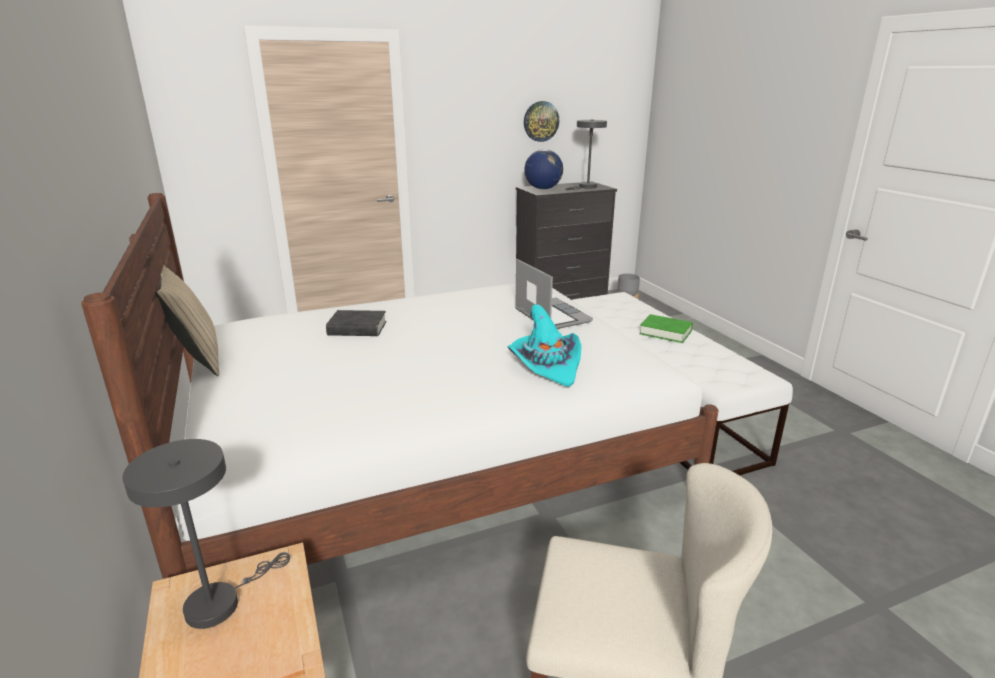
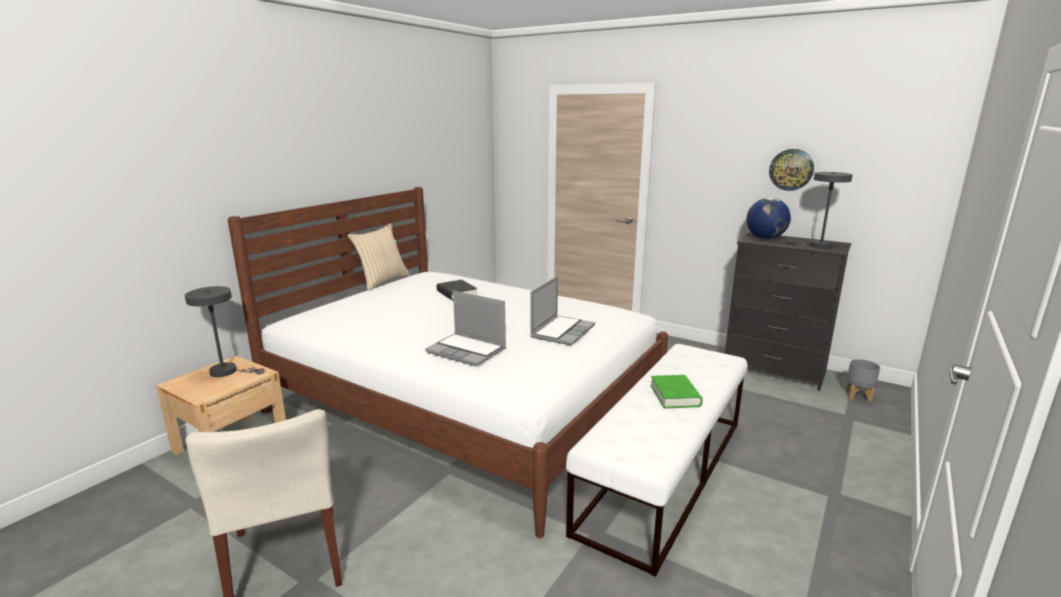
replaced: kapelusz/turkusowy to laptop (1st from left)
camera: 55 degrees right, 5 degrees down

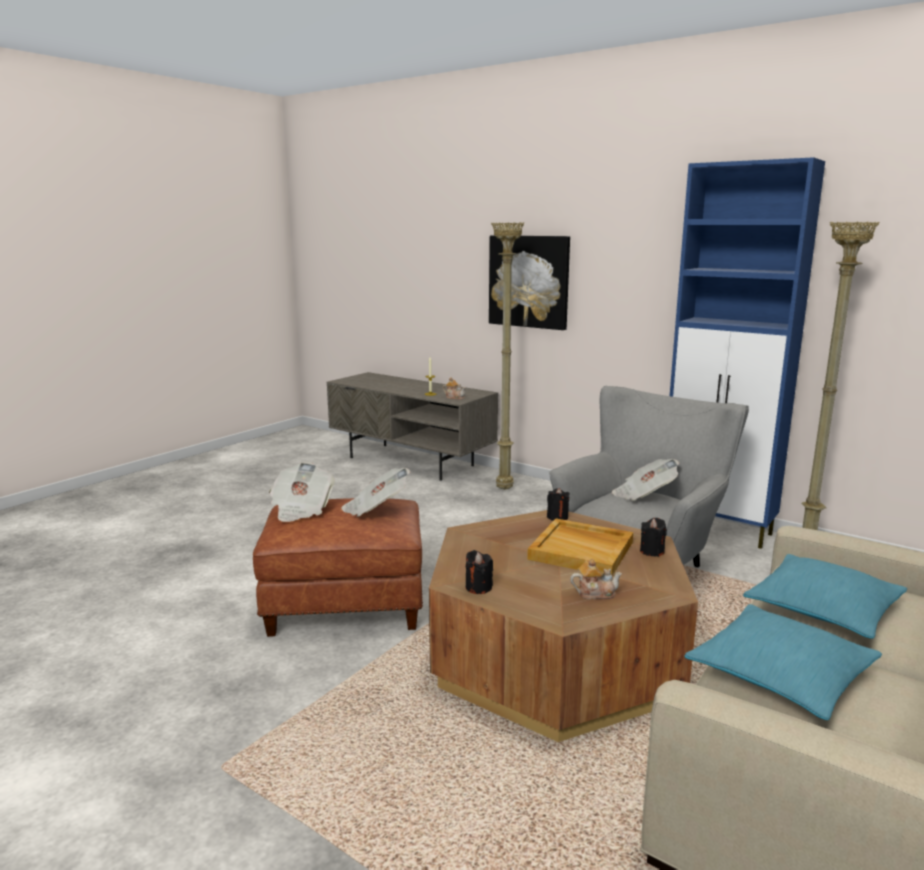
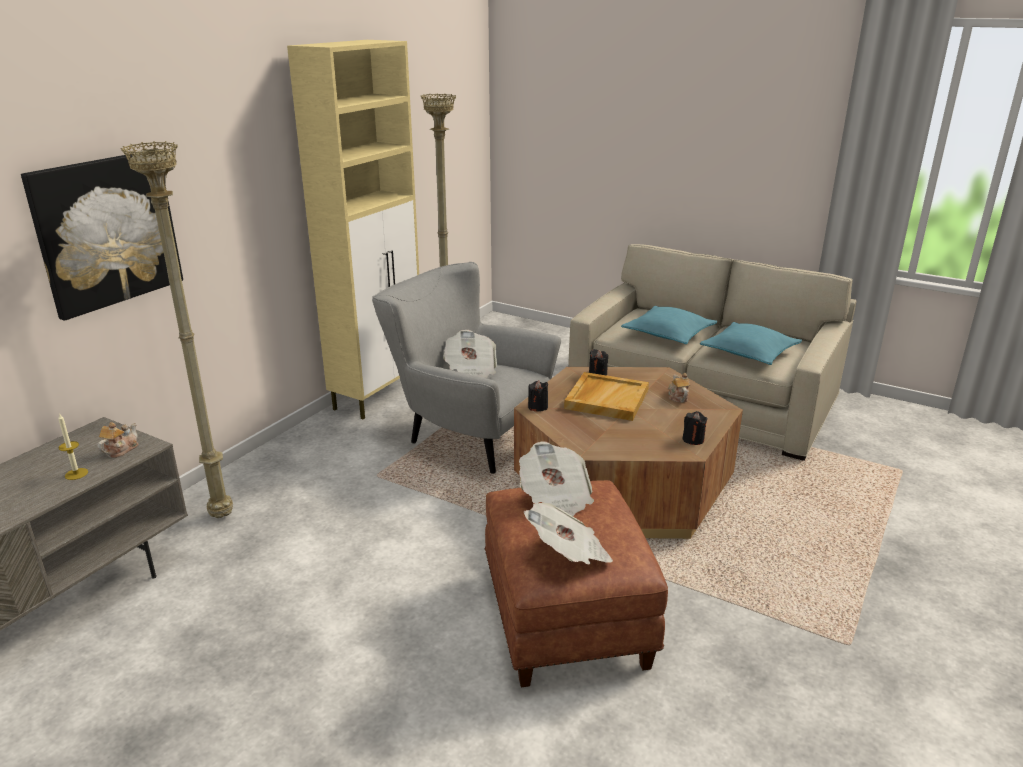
recoloured: szafka/niebieski to szafka/beżowy
camera: 95 degrees left, 10 degrees up

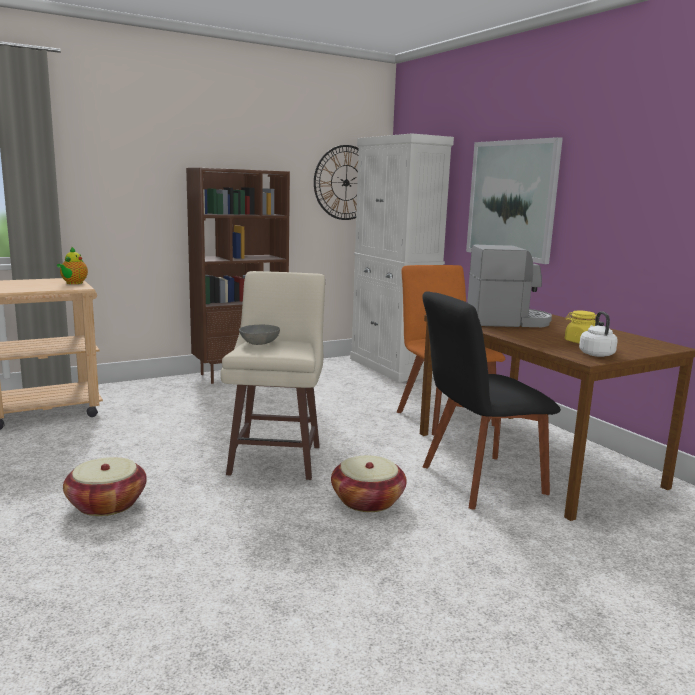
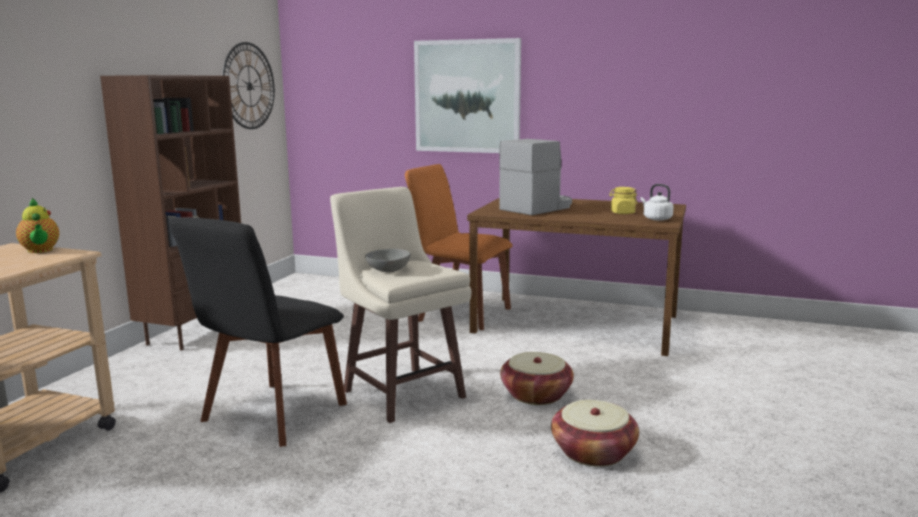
removed: szafka/biały
moved: krzesło/czarny; koszyk (1st from left in the first image) to koszyk (2nd from left)
camera: 40 degrees left, 0 degrees up

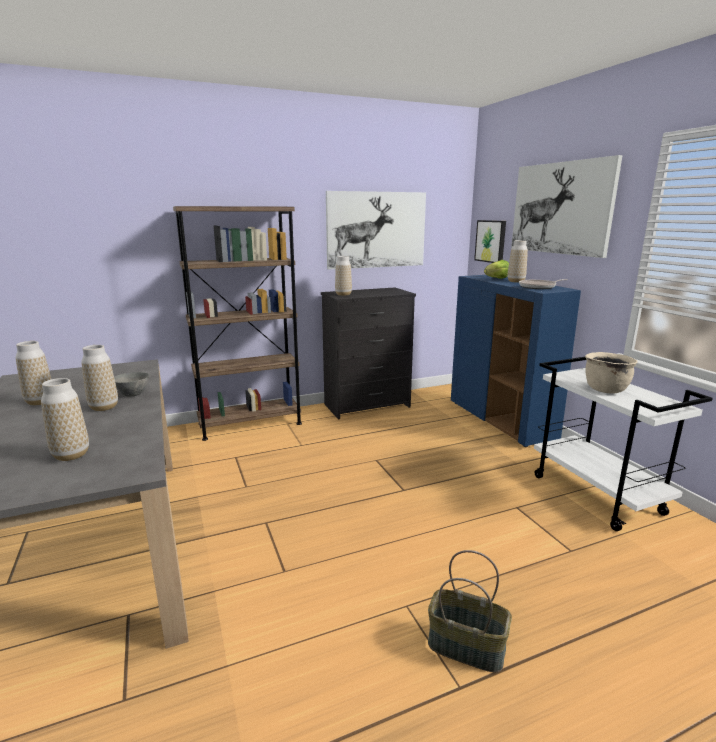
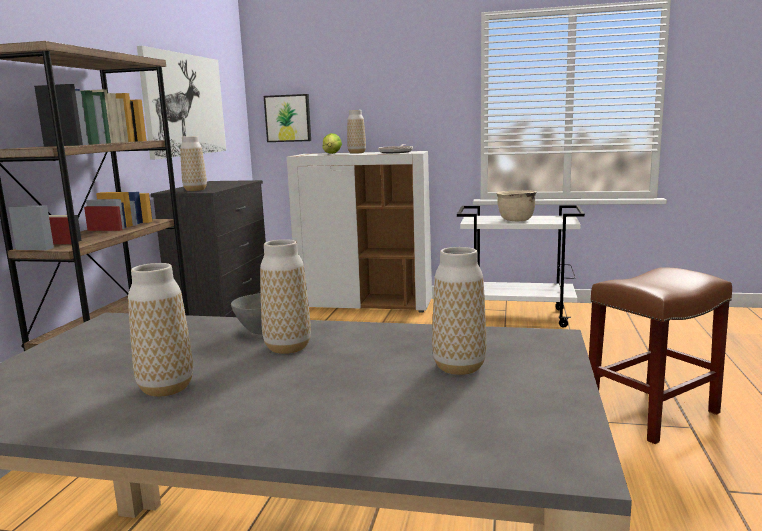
removed: obraz (3rd from left)
replaced: koszyk to stołek/brązowy
recoloured: szafka/niebieski to szafka/biały
camera: 55 degrees left, 5 degrees down

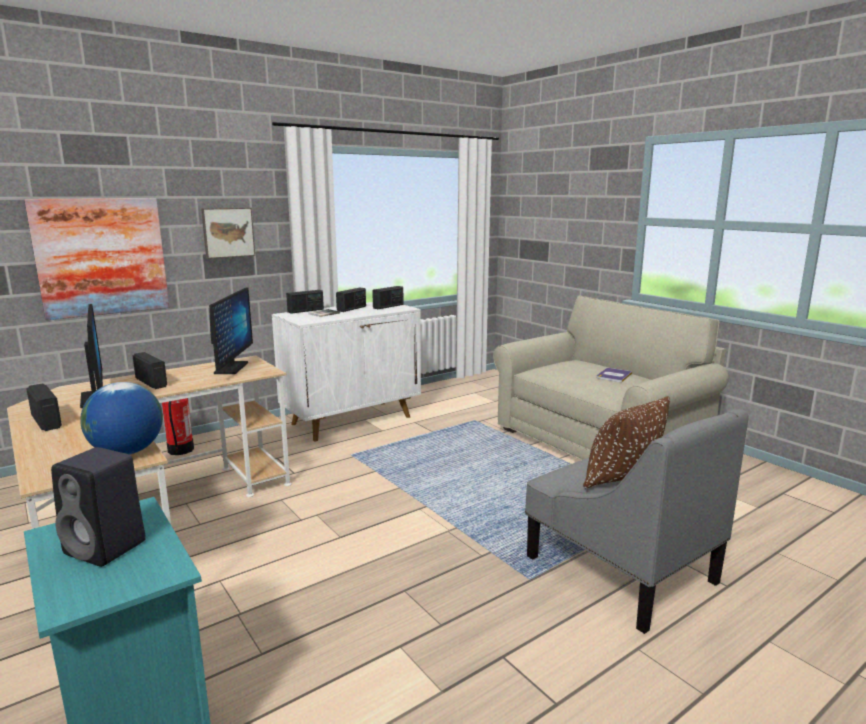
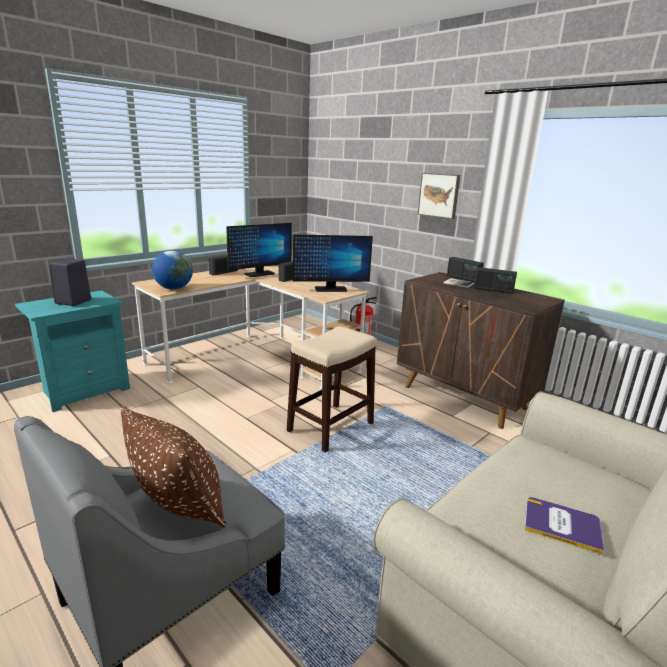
removed: obraz (1st from left); radio (5th from left)
added: stołek
recoloured: szafka/biały to szafka/brązowy
camera: 80 degrees right, 5 degrees up

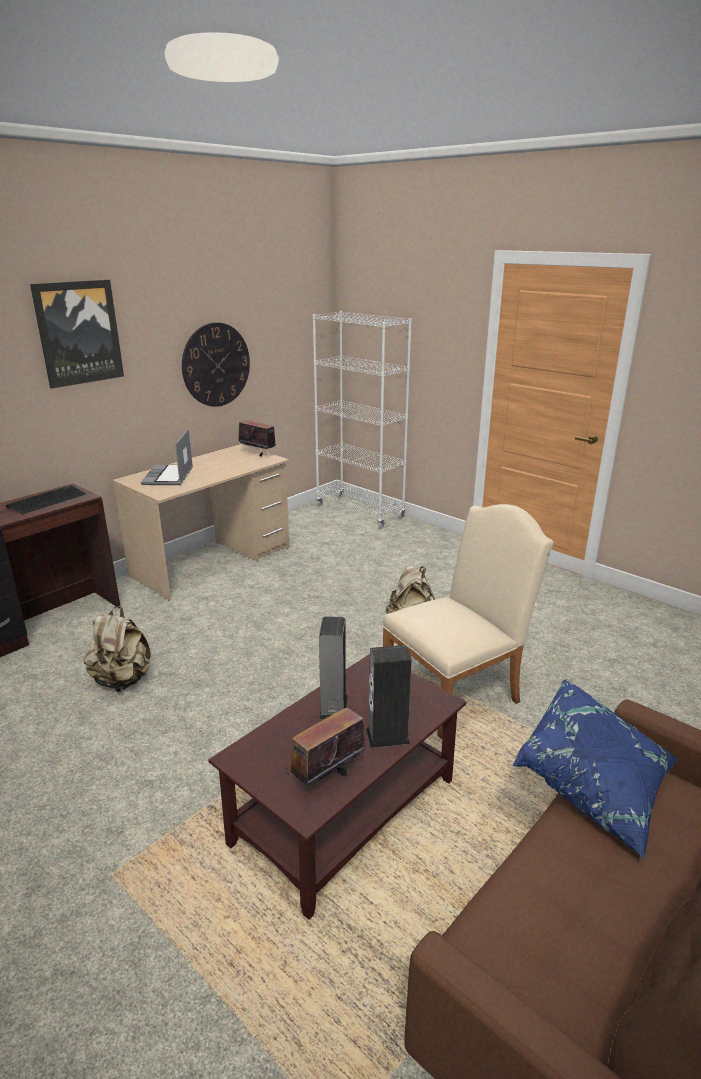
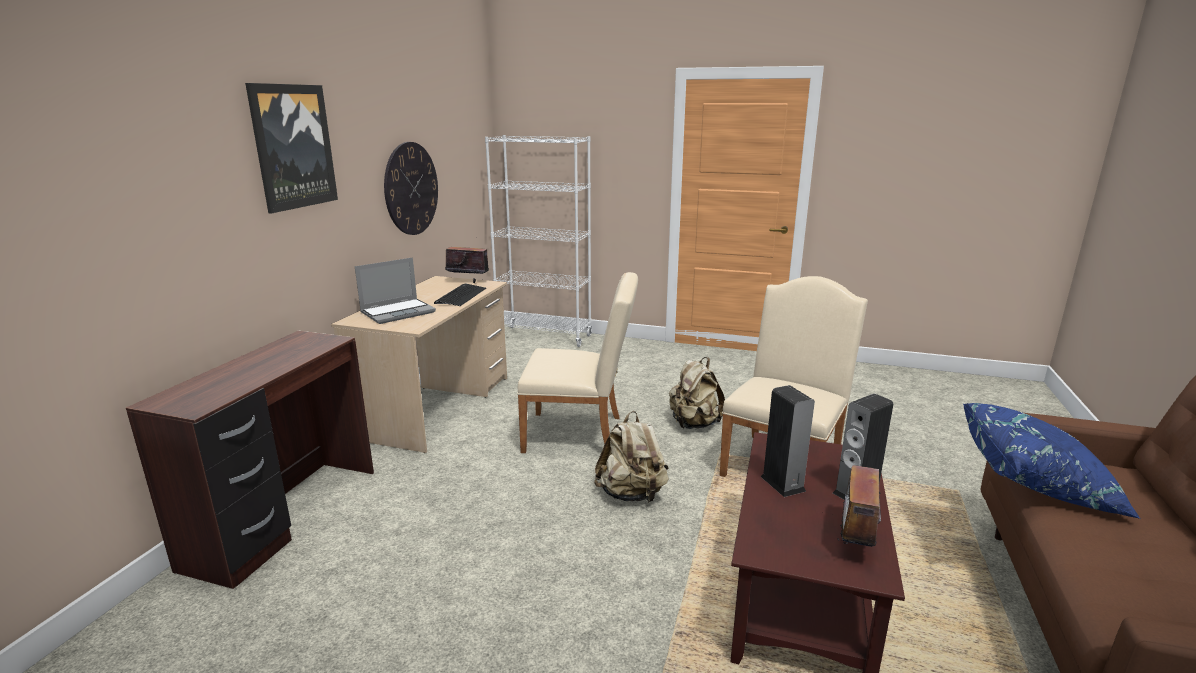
added: krzesło/beżowy (1st from left)
moved: klawiatura; plecak/beżowy (1st from left)
turned: laptop 105 degrees counterclockwise
camera: 25 degrees left, 5 degrees down

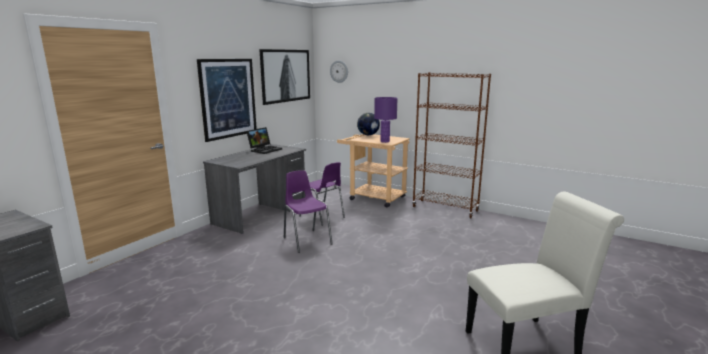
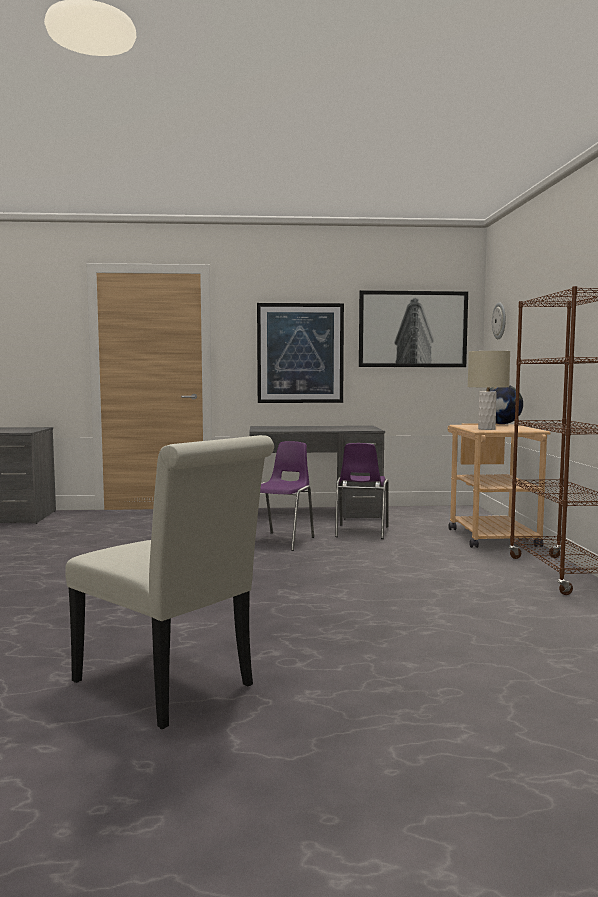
removed: laptop
recoloured: lampa stołowa/fioletowy to lampa stołowa/beżowy
camera: 55 degrees right, 10 degrees down

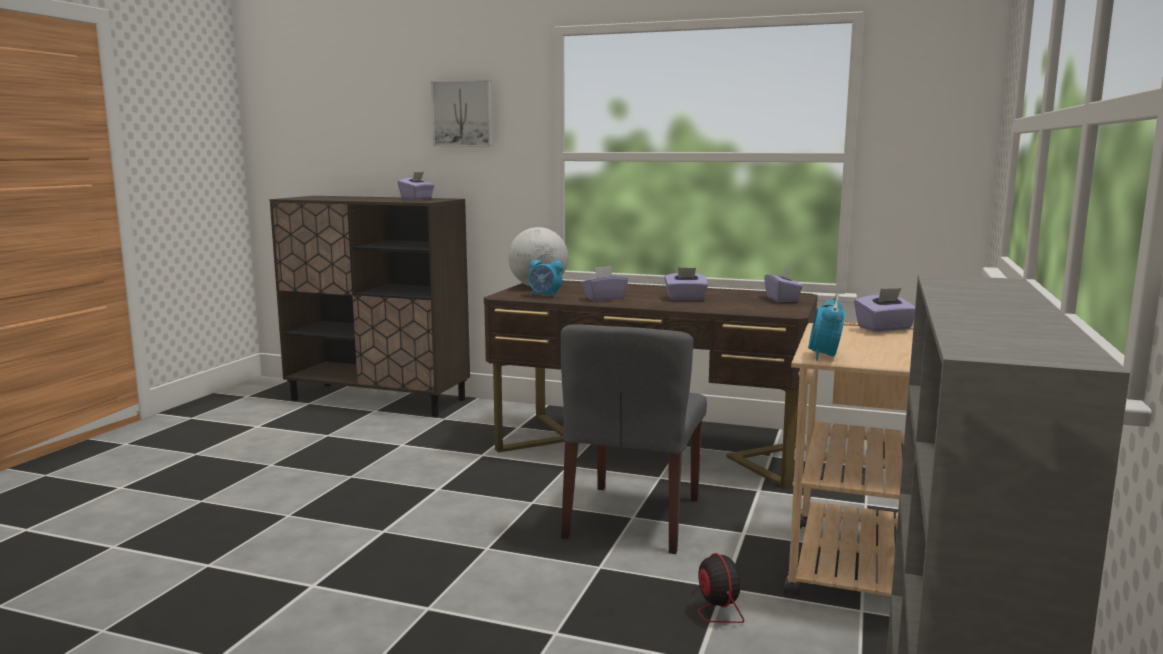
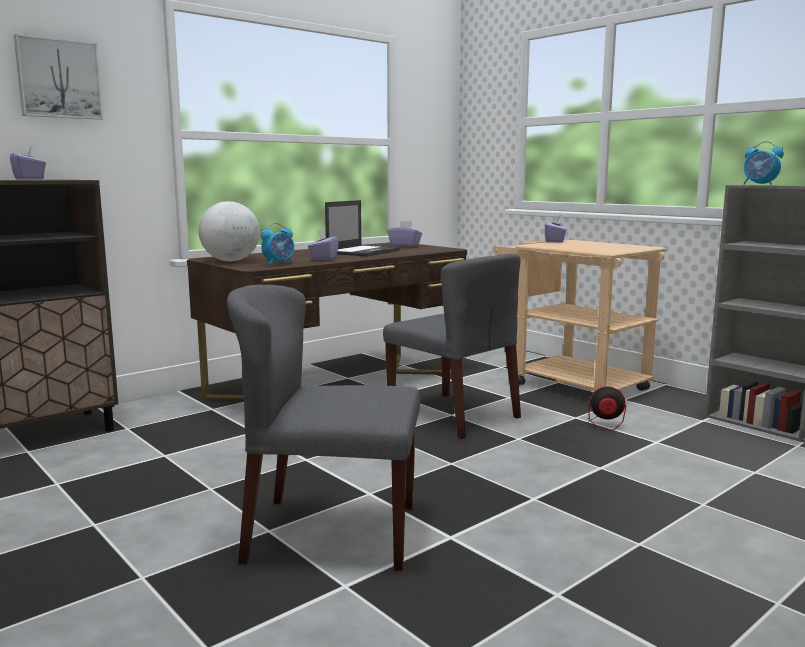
added: krzesło/szary (1st from left)
moved: budzik (2nd from left)
replaced: pudełko chusteczek/fioletowy (3rd from left) to laptop
camera: 60 degrees left, 0 degrees up

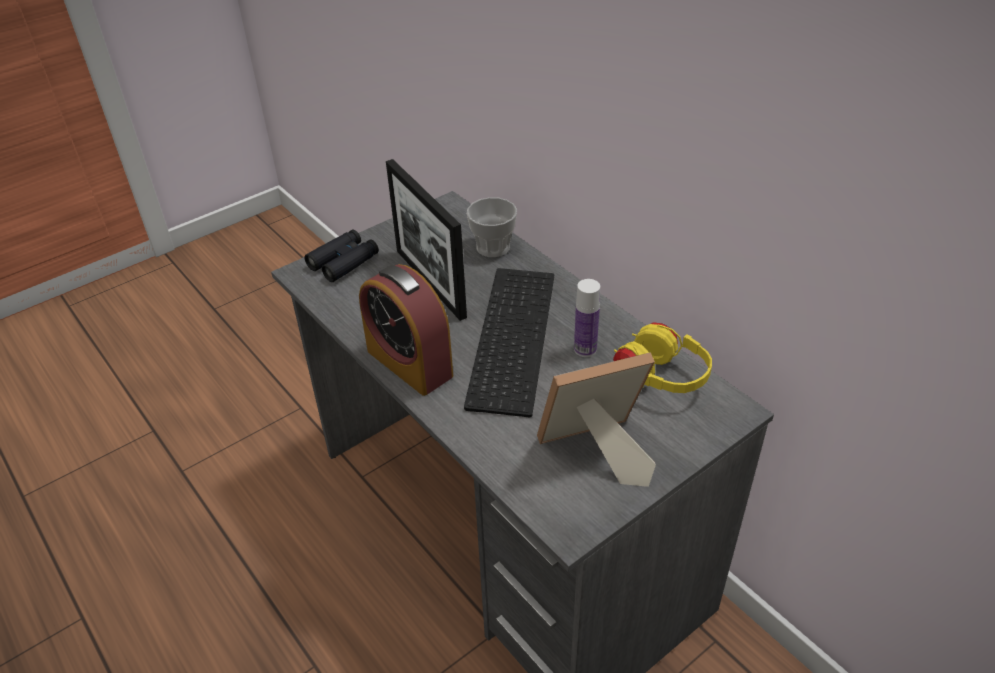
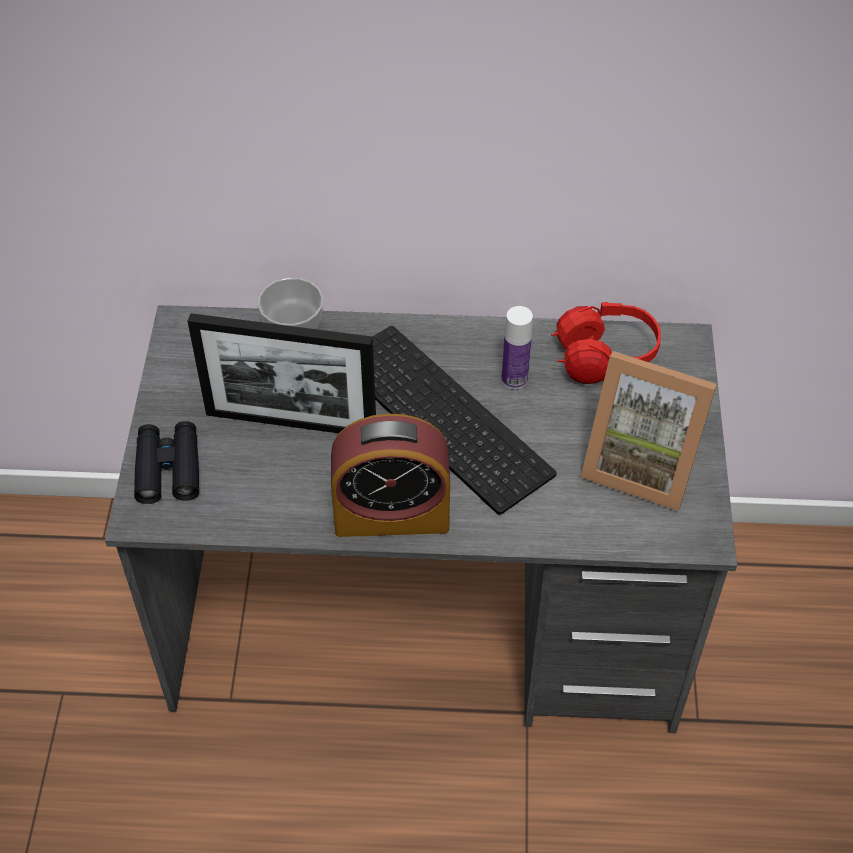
recoloured: słuchawki/żółty to słuchawki/czerwony
turned: ramka na zdjęcie (2nd from left) 90 degrees counterclockwise
camera: 50 degrees left, 10 degrees up

